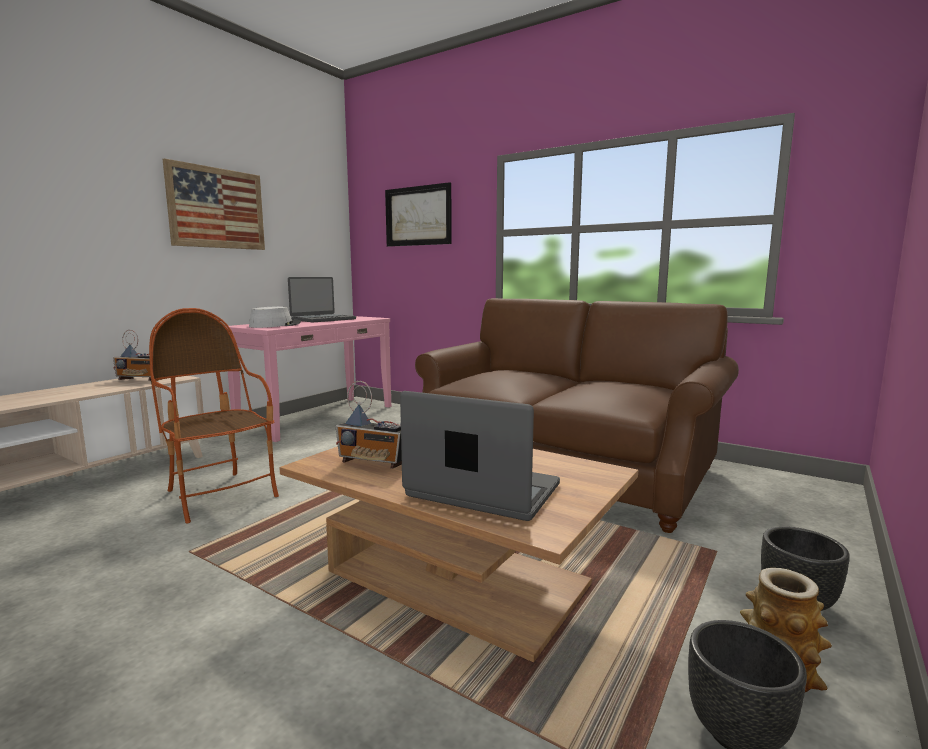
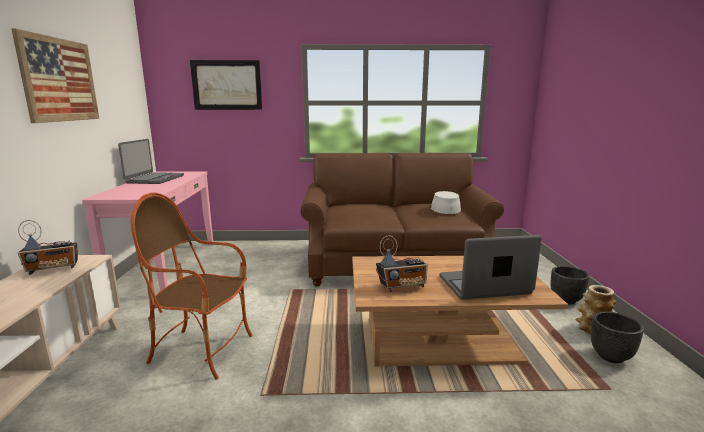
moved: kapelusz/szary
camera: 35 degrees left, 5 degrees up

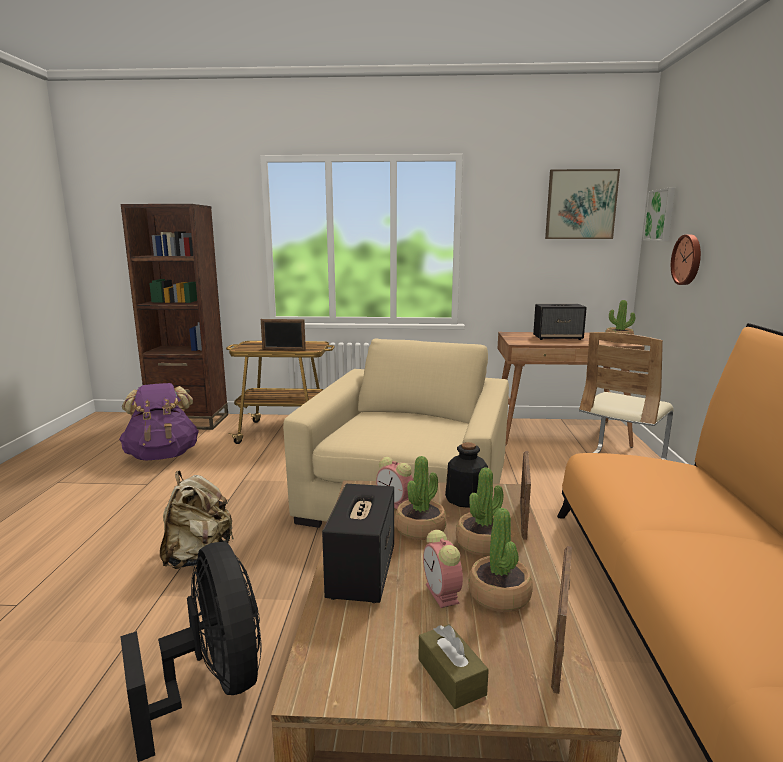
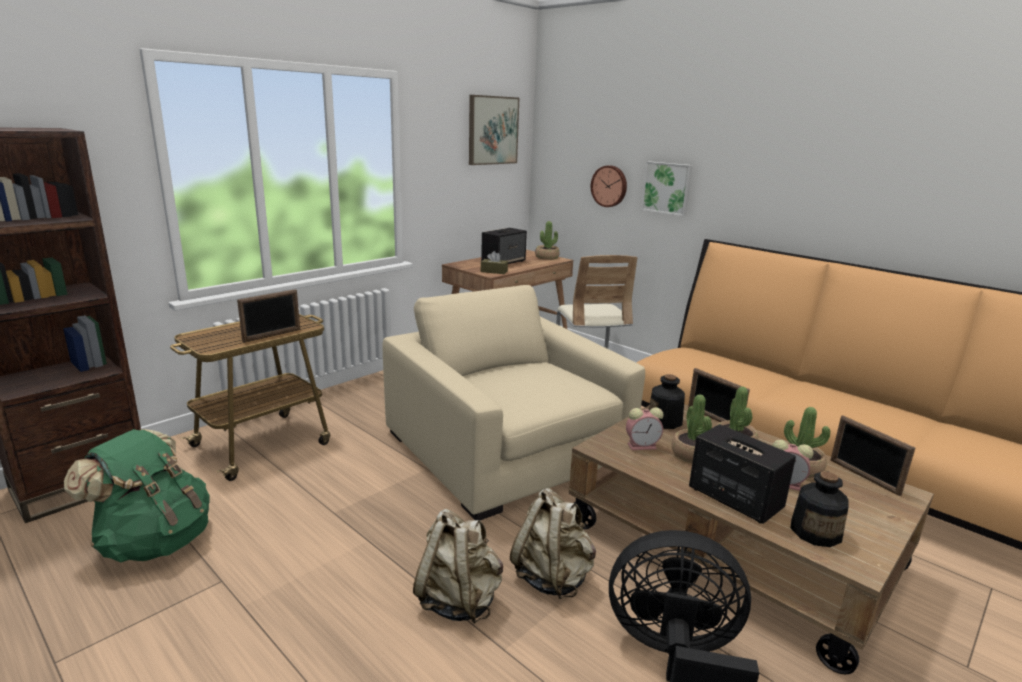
added: butelka (2nd from left); plecak/beżowy (2nd from left)
moved: obraz (2nd from left); pudełko chusteczek/brązowy
recoloured: plecak/fioletowy to plecak/zielony
camera: 50 degrees left, 5 degrees up

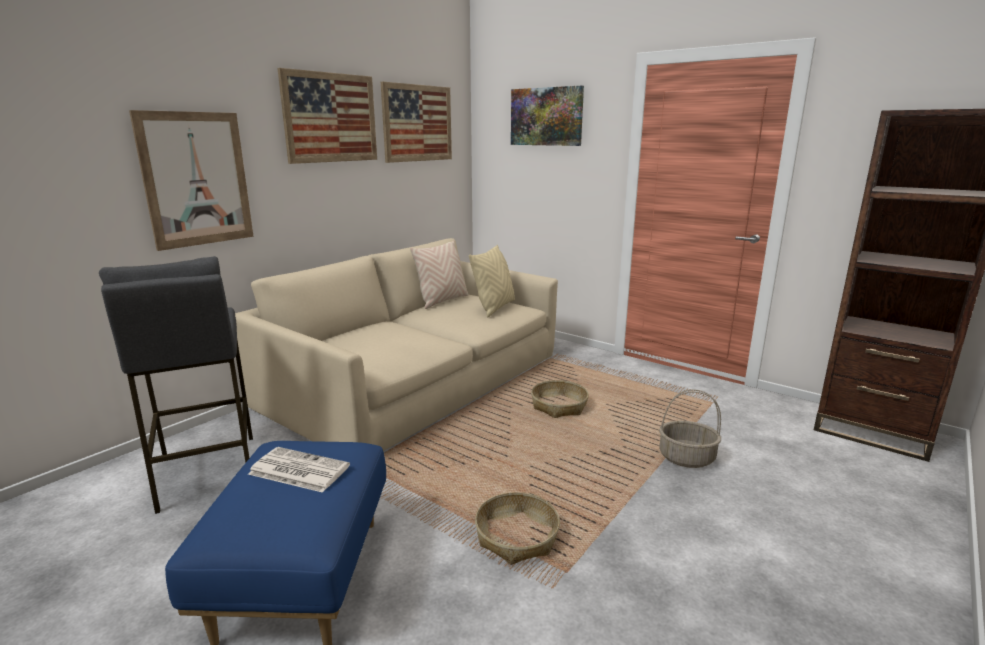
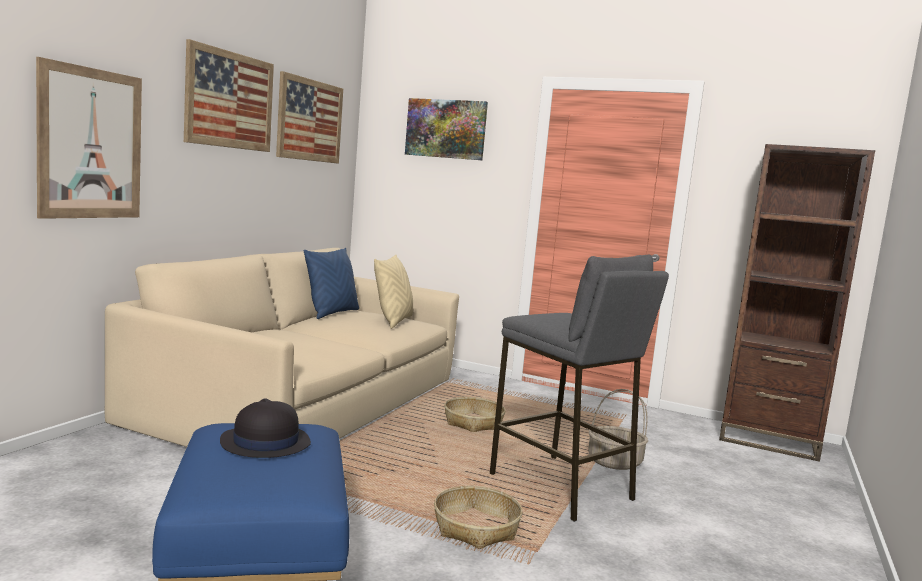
moved: stołek/szary
replaced: gazeta to kapelusz/czarny
recoloured: poduszka/beżowy (1st from left) to poduszka/niebieski
camera: 15 degrees left, 10 degrees down

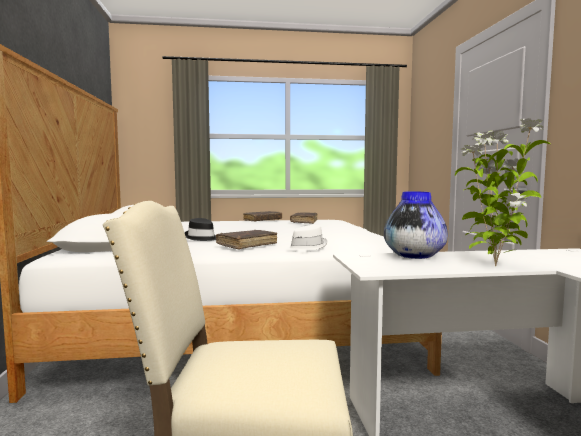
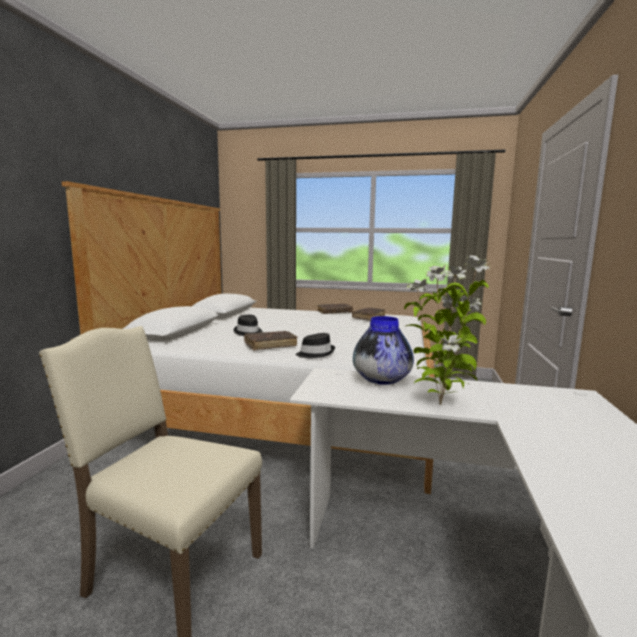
recoloured: kapelusz/biały to kapelusz/czarny (2nd from left)
camera: 20 degrees right, 5 degrees up

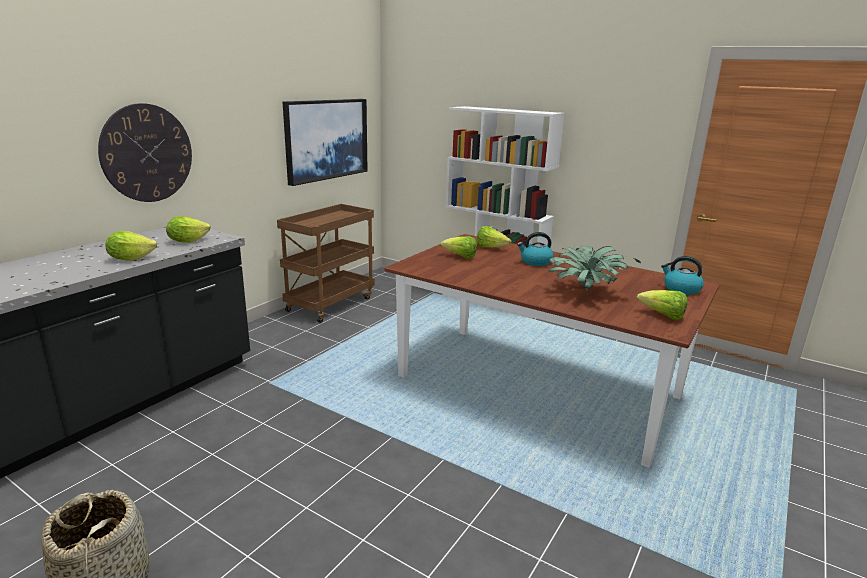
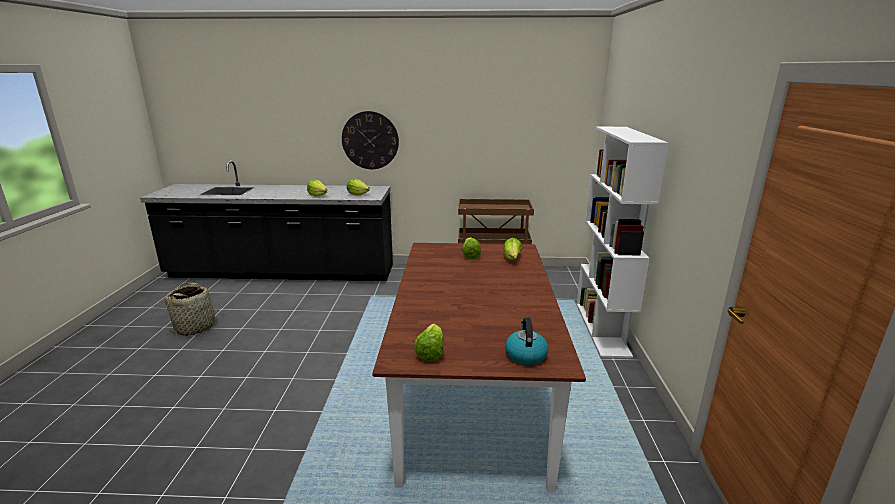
removed: obraz; czajnik (1st from left); roślina doniczkowa
camera: 60 degrees right, 0 degrees up

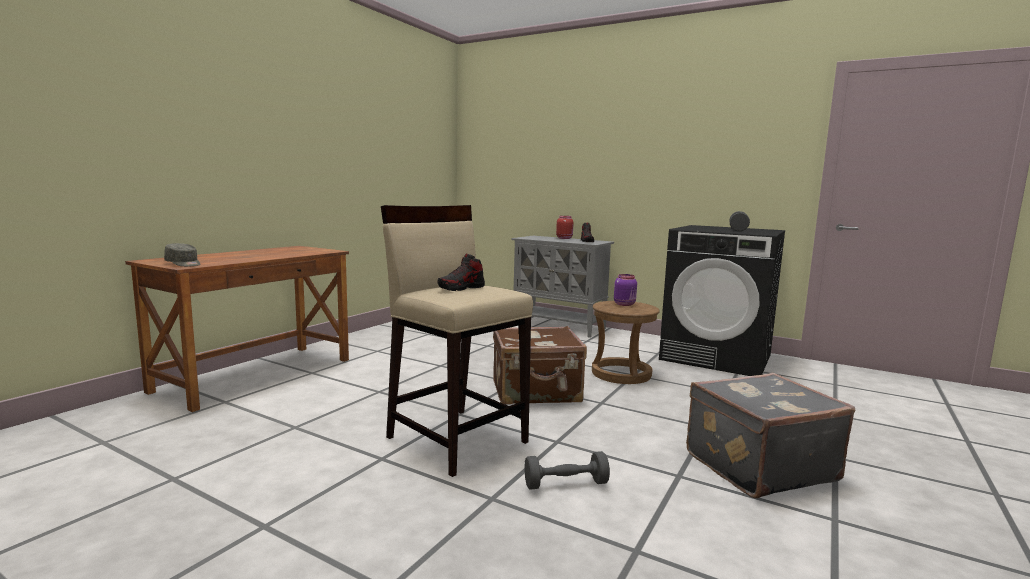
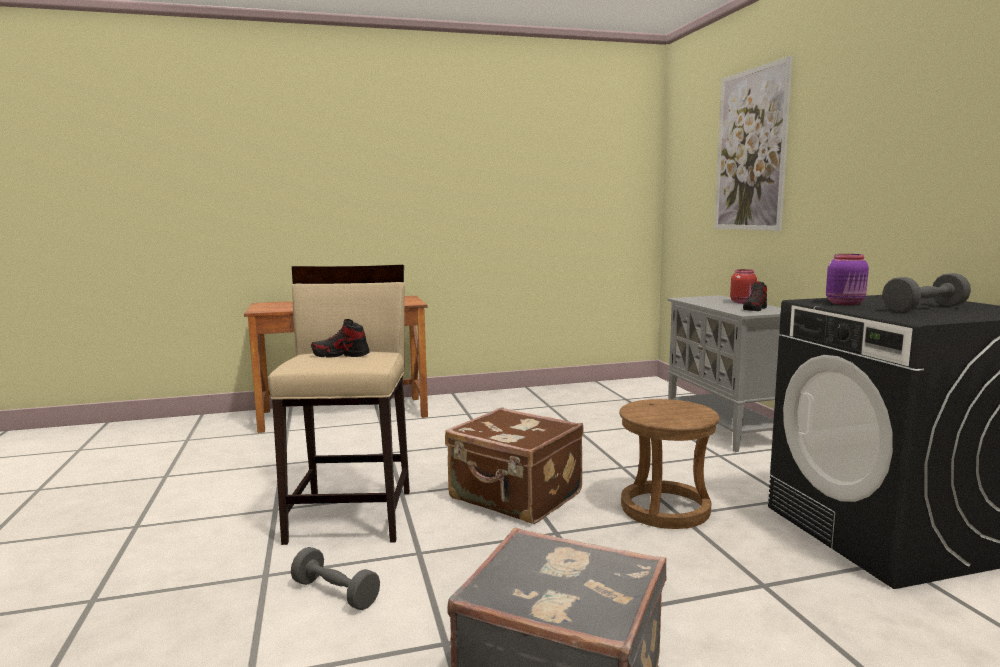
removed: czapka z daszkiem/szary
added: obraz
moved: słoik/fioletowy
camera: 45 degrees right, 0 degrees up

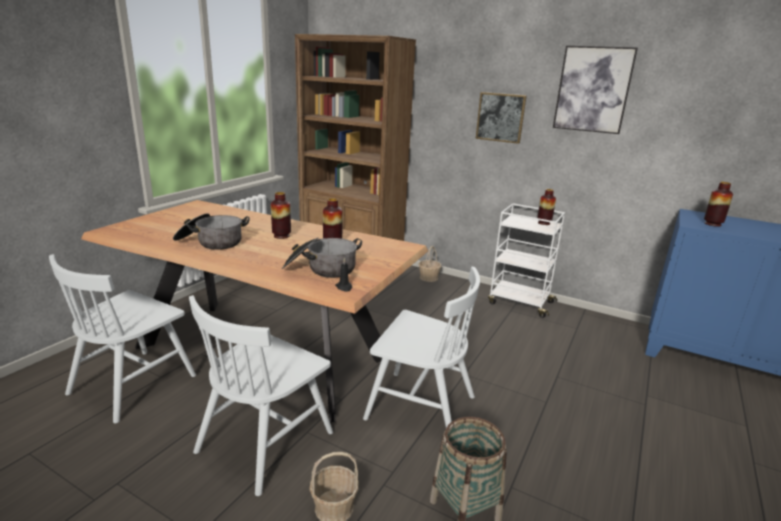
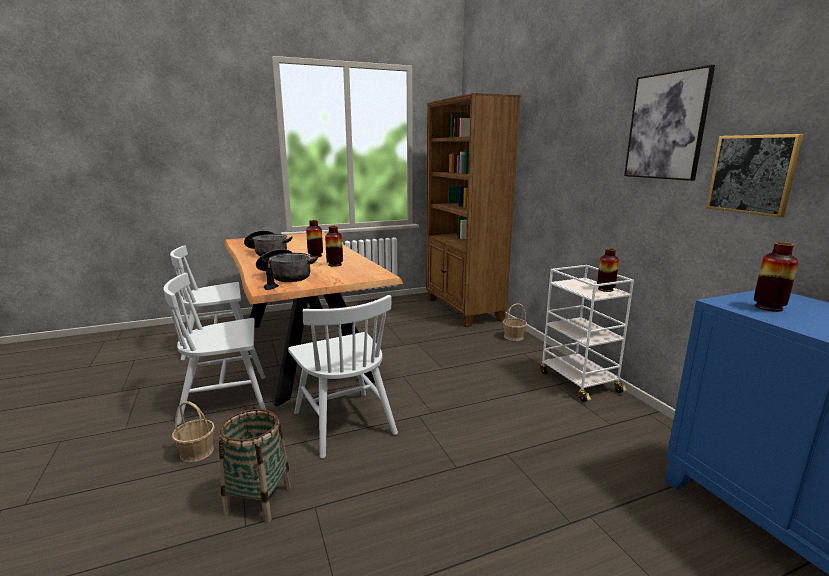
moved: obraz (1st from left in the first image) to obraz (2nd from left)
camera: 40 degrees right, 5 degrees down

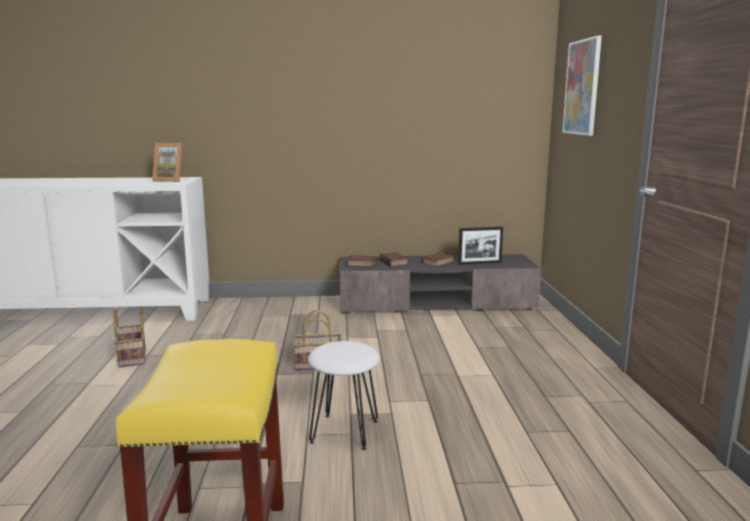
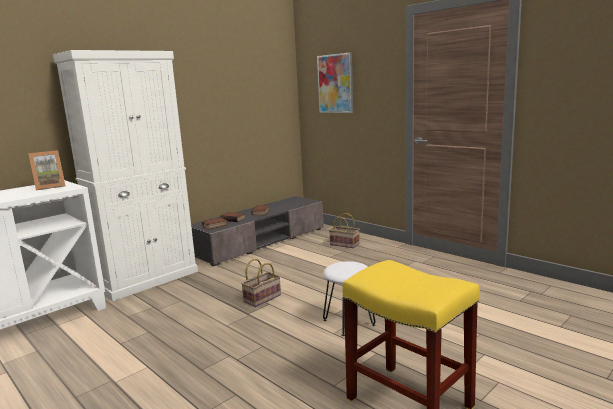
removed: ramka na zdjęcie (2nd from left)
added: szafka/biały (2nd from left)
moved: koszyk (1st from left in the first image) to koszyk (2nd from left)
camera: 40 degrees left, 0 degrees up

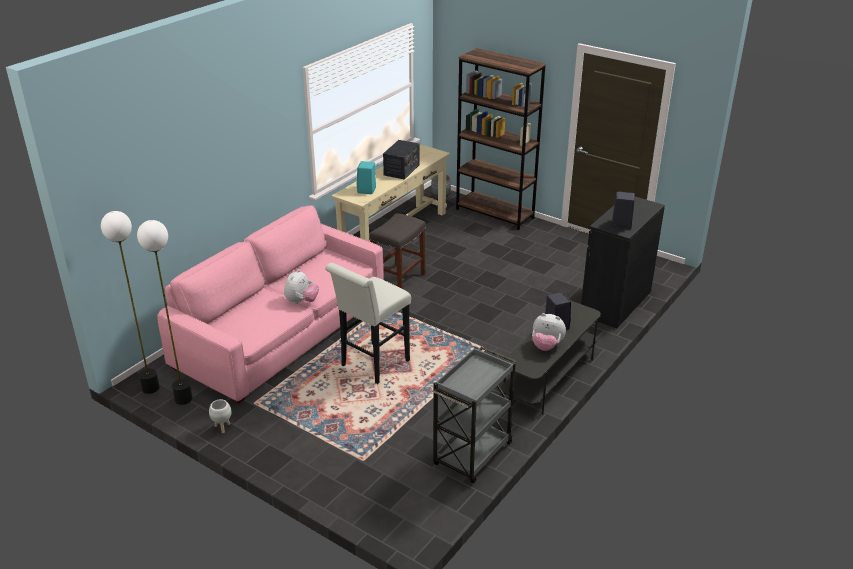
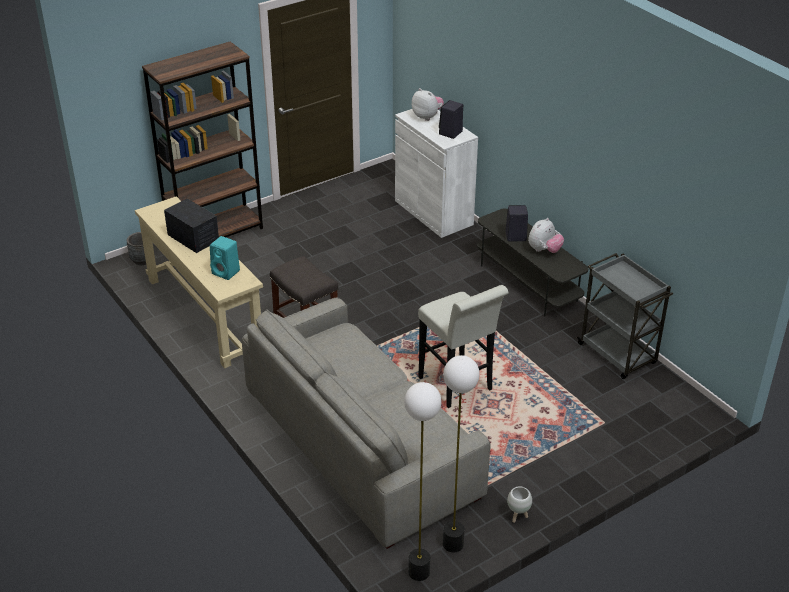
moved: pluszak (1st from left)
recoloured: szafka/czarny to szafka/biały; kanapa/różowy to kanapa/szary
camera: 70 degrees left, 5 degrees up

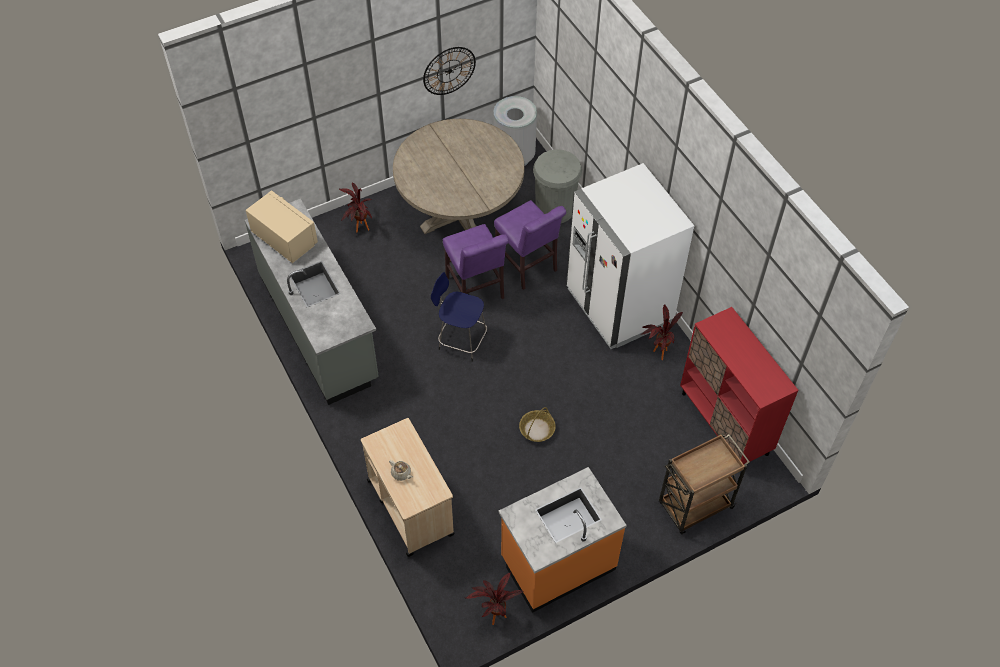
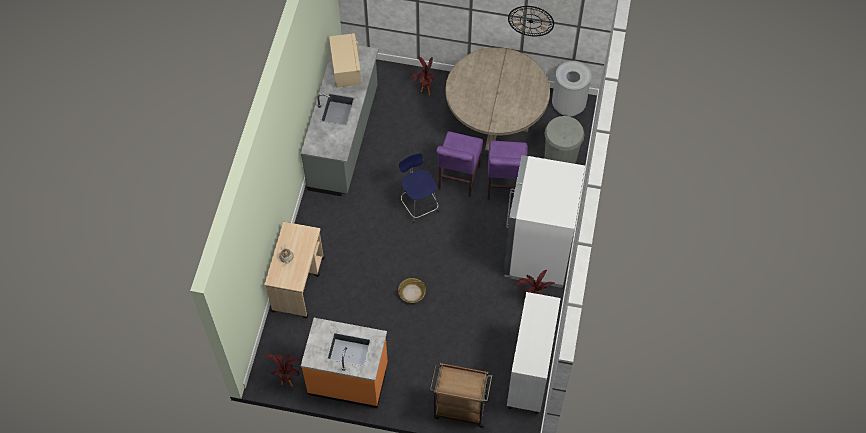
recoloured: szafka/czerwony to szafka/biały
camera: 40 degrees right, 5 degrees up

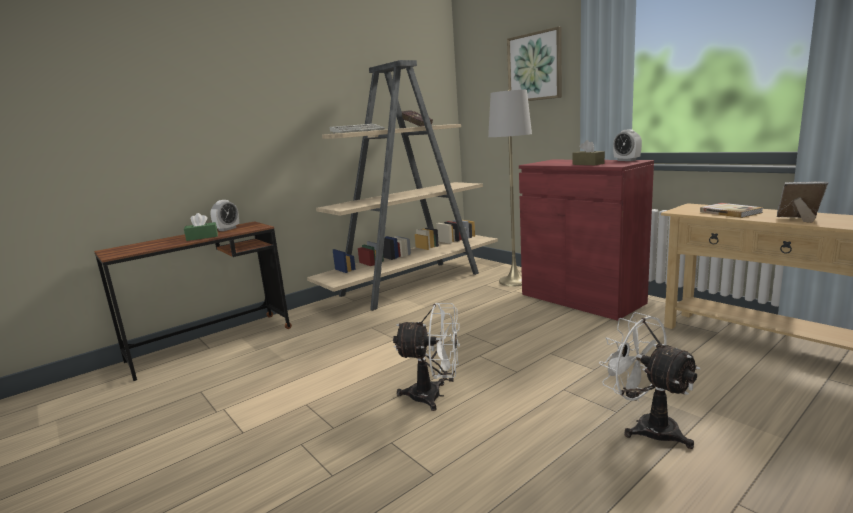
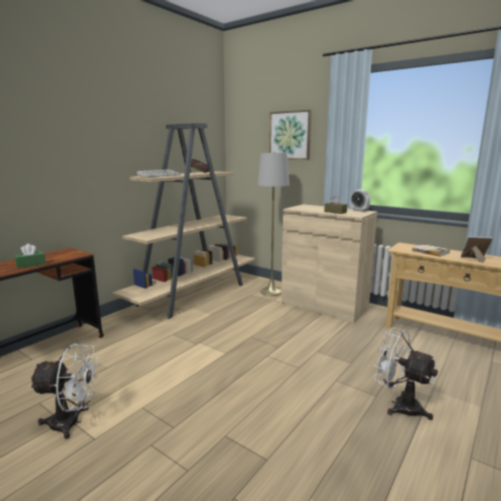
removed: budzik (1st from left)
moved: wentylator/biały (1st from left)
recoloured: szafka/czerwony to szafka/beżowy
camera: 15 degrees left, 0 degrees up

